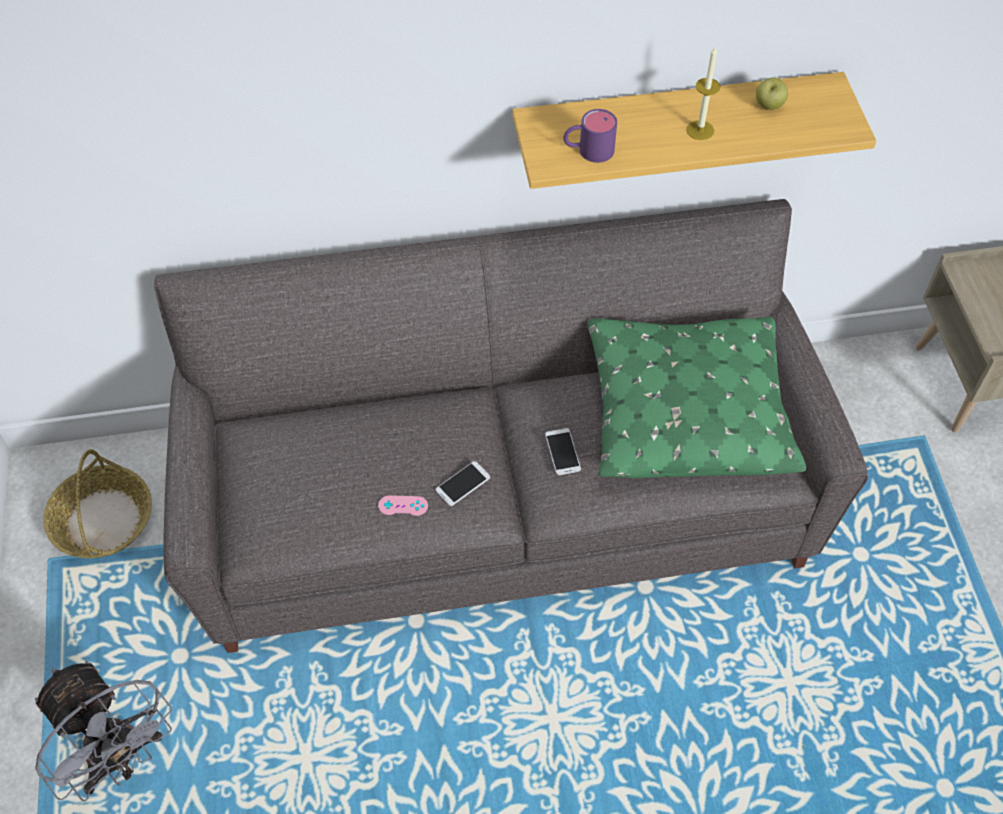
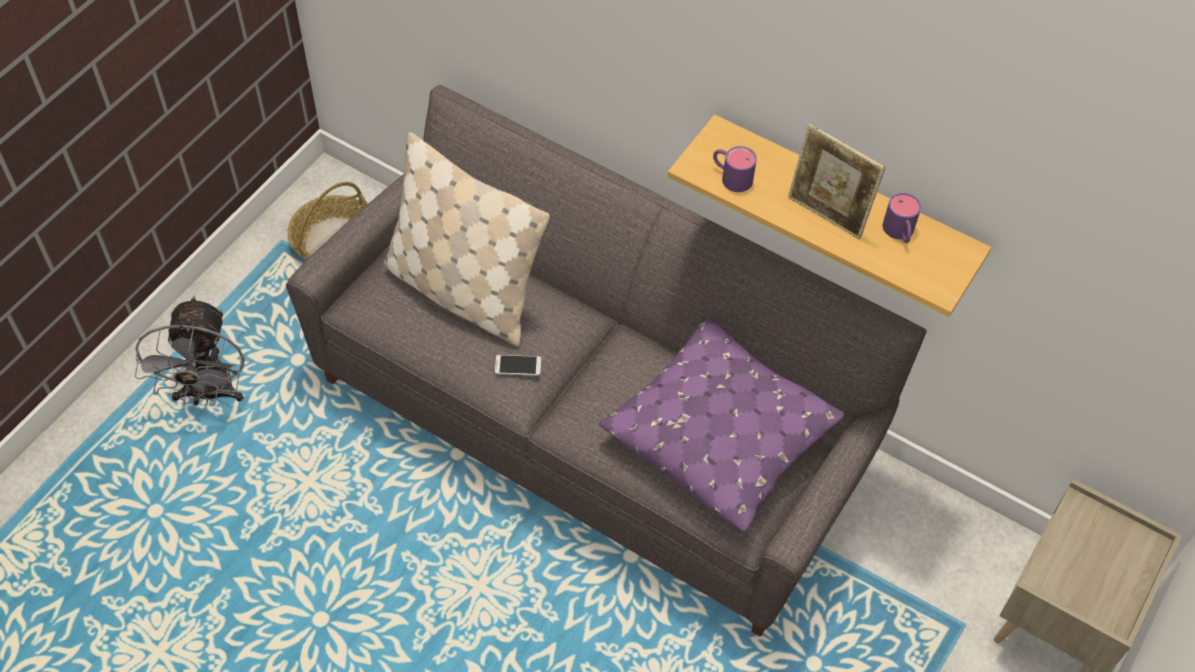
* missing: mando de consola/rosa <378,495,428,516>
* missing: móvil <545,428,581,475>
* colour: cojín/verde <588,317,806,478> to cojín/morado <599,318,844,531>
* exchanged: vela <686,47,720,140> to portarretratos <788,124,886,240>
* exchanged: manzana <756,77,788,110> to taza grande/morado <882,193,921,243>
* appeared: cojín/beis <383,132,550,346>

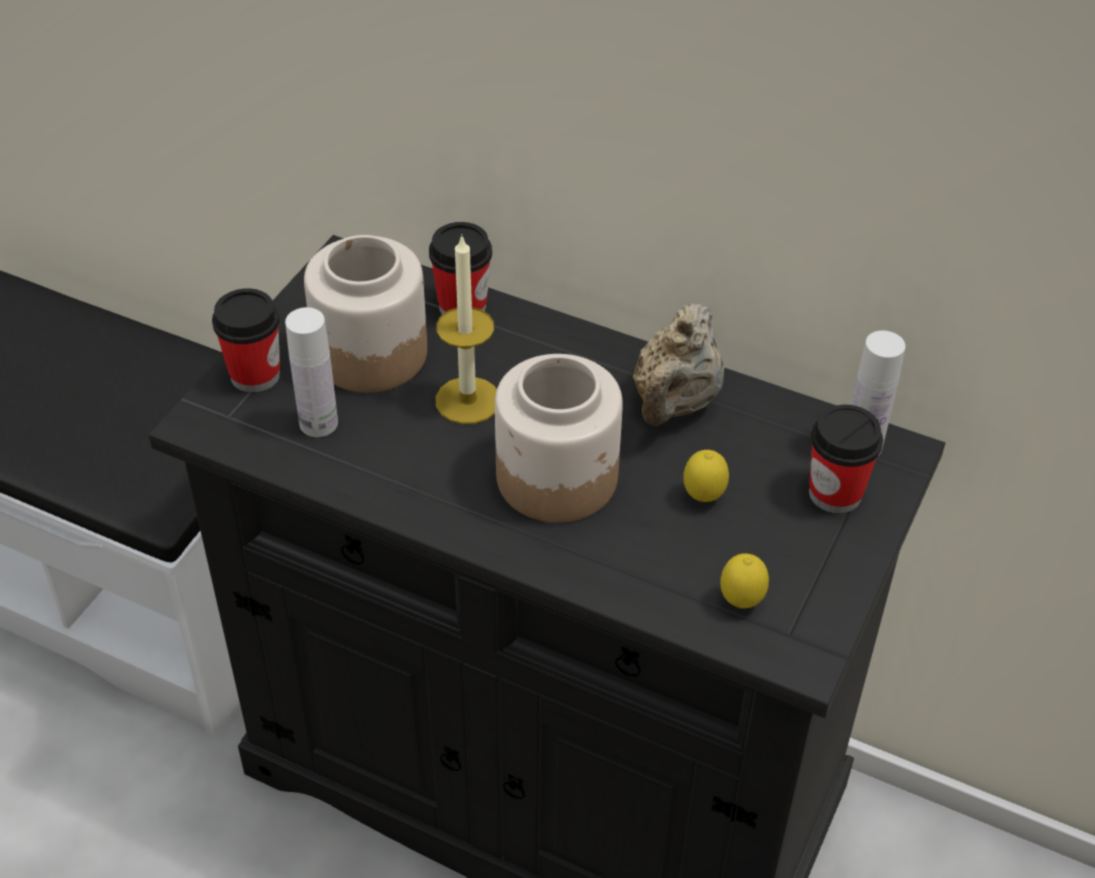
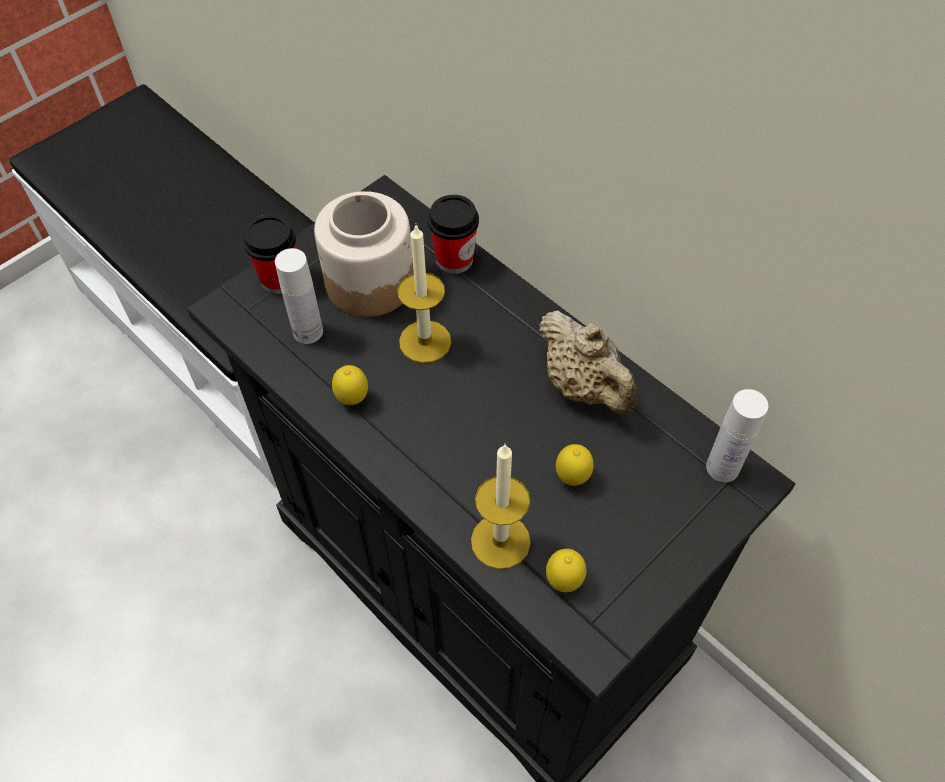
* missing: tarro <495,354,623,523>
* spun: tetera/beis <633,303,724,426> = <539,310,637,415> 75 degrees counterclockwise
* missing: taza <809,405,883,514>
* appeared: limón <332,365,368,405>
* appeared: vela <471,443,531,569>

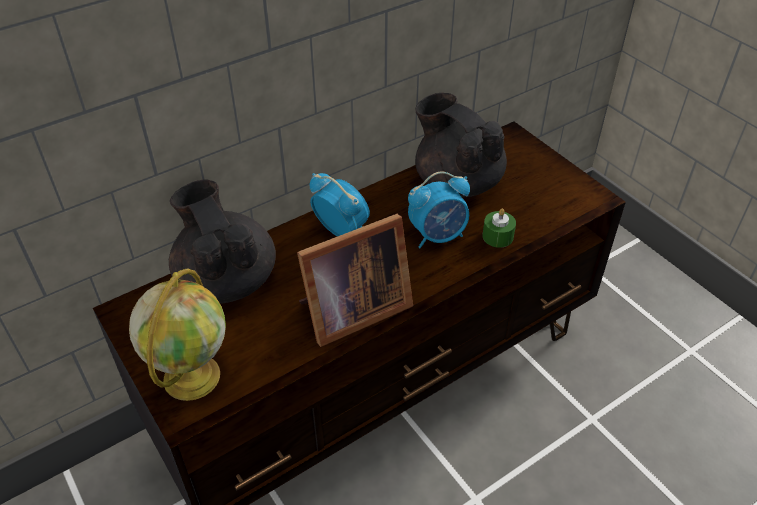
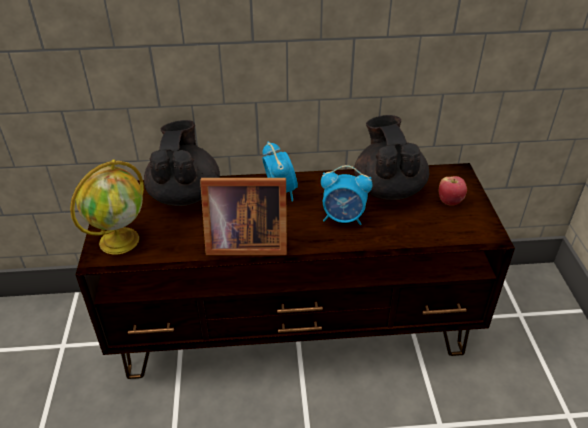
* missing: vela/verde <482,209,516,248>
* appeared: manzana <439,176,467,206>

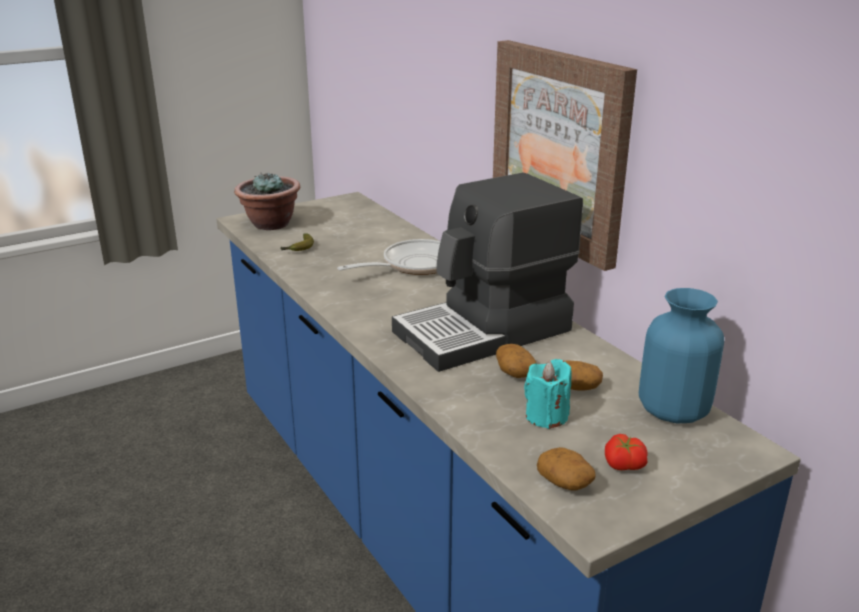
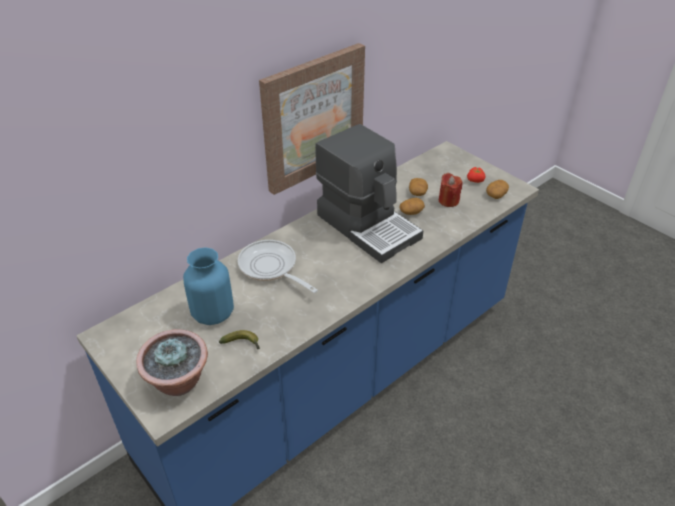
* colour: vela/turquesa <524,359,572,429> to vela/rojo <439,173,463,207>
* relocated: florero/azul <639,288,724,423> to <183,247,234,325>

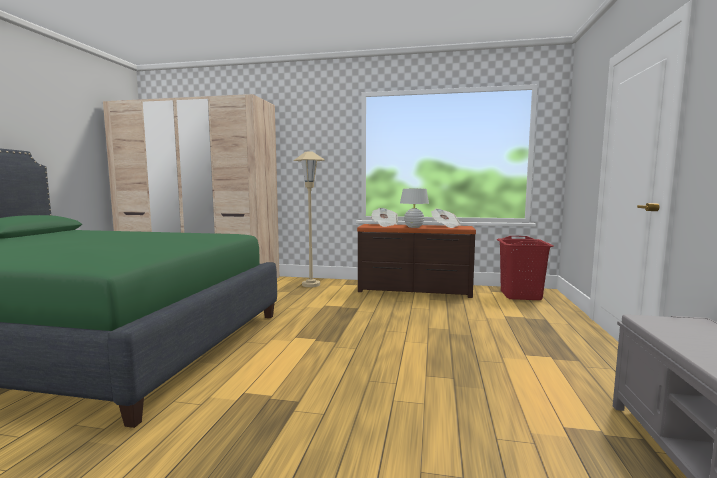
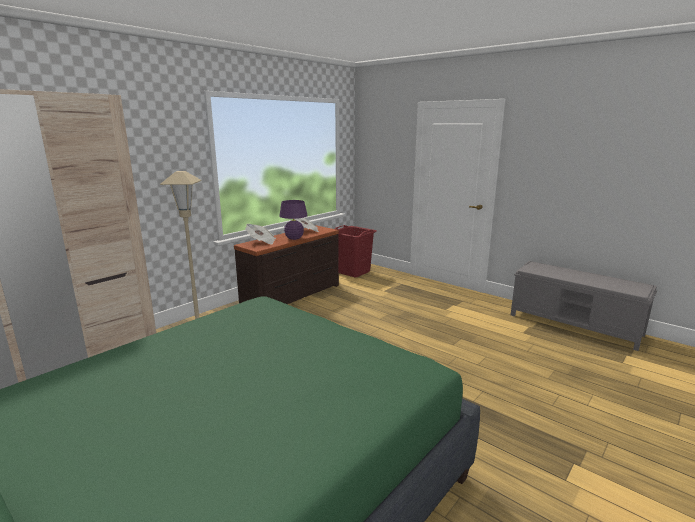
* colour: lámpara de mesa/blanco <400,189,429,228> to lámpara de mesa/morado <279,200,308,240>

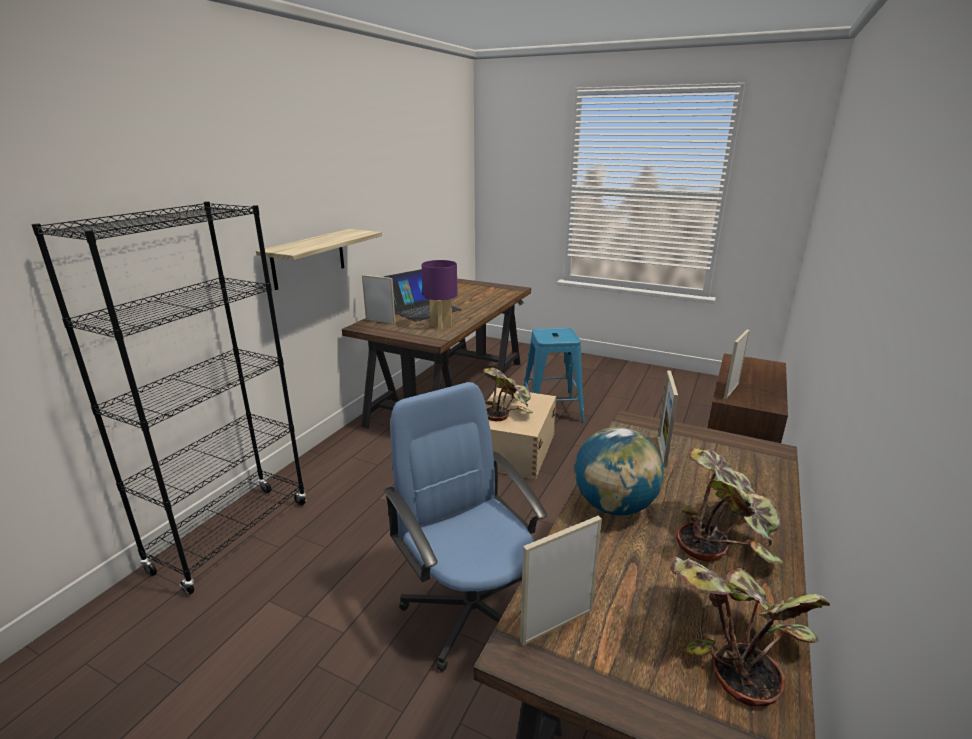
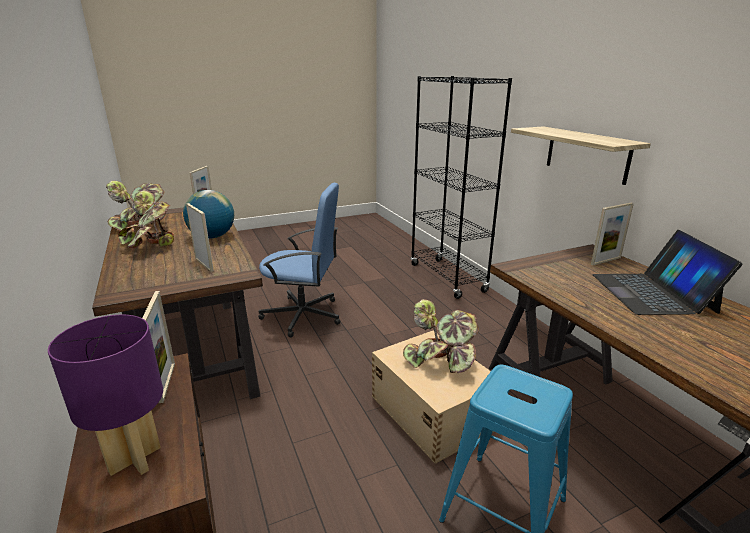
* relocated: lámpara de mesa/morado <422,260,458,330> to <48,315,163,476>

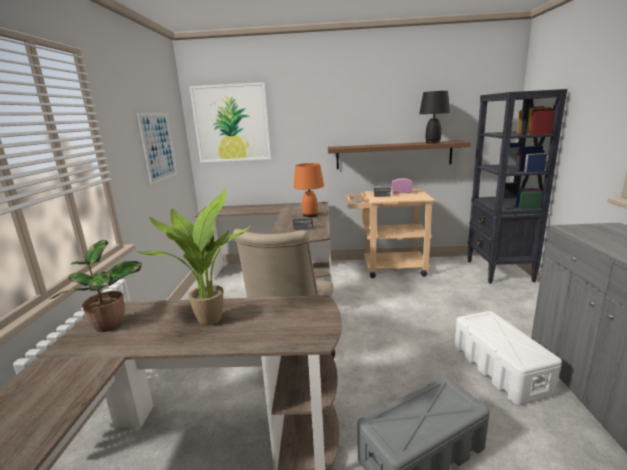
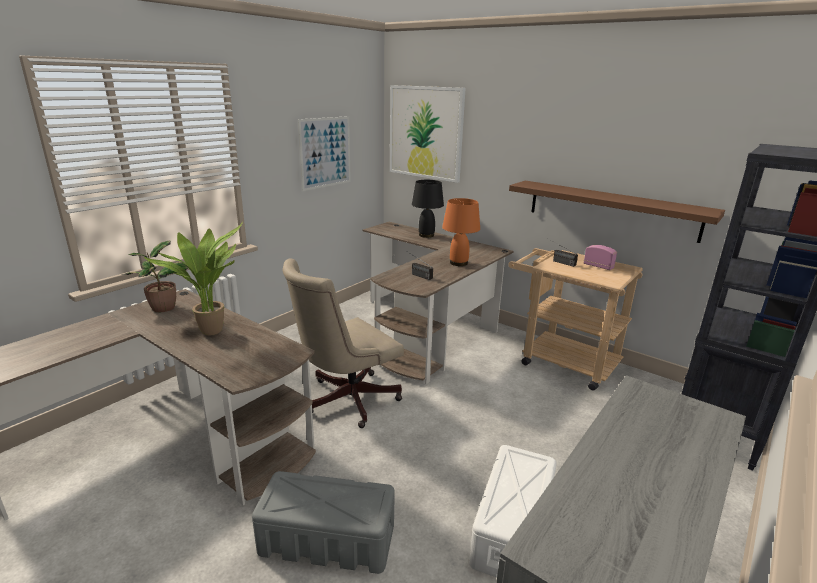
* relocated: lámpara de mesa/negro <419,91,450,144> to <412,180,444,238>

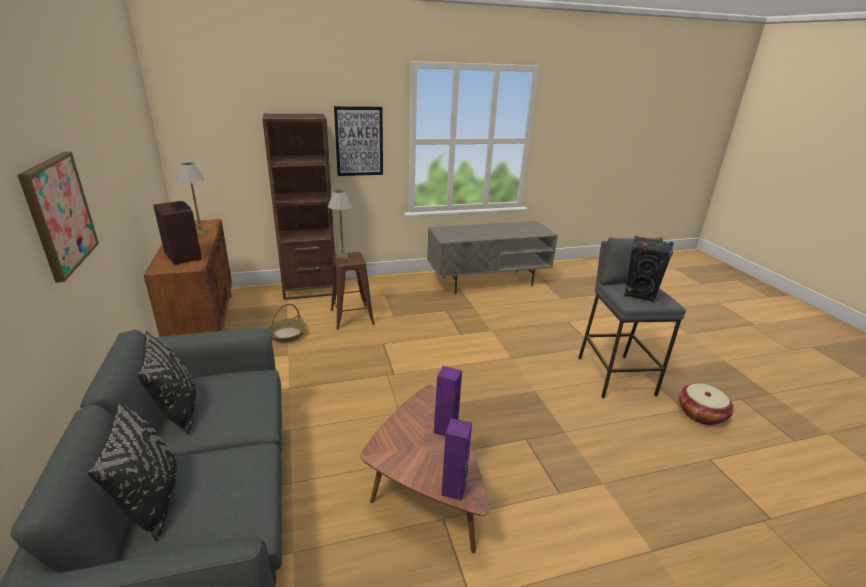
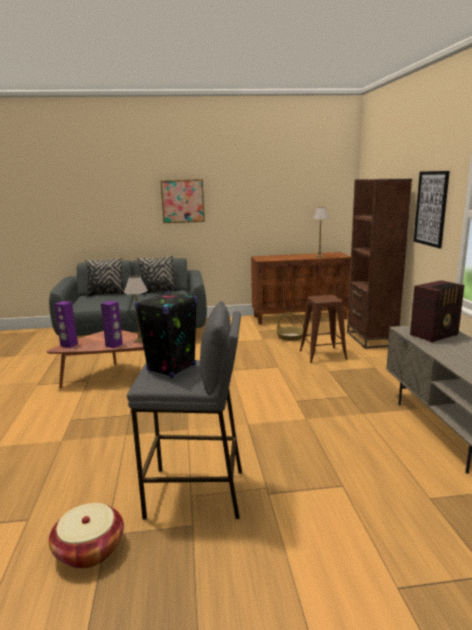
* relocated: radio <153,201,202,265> to <410,280,464,343>
* relocated: lámpara de mesa <328,190,352,259> to <124,276,148,343>

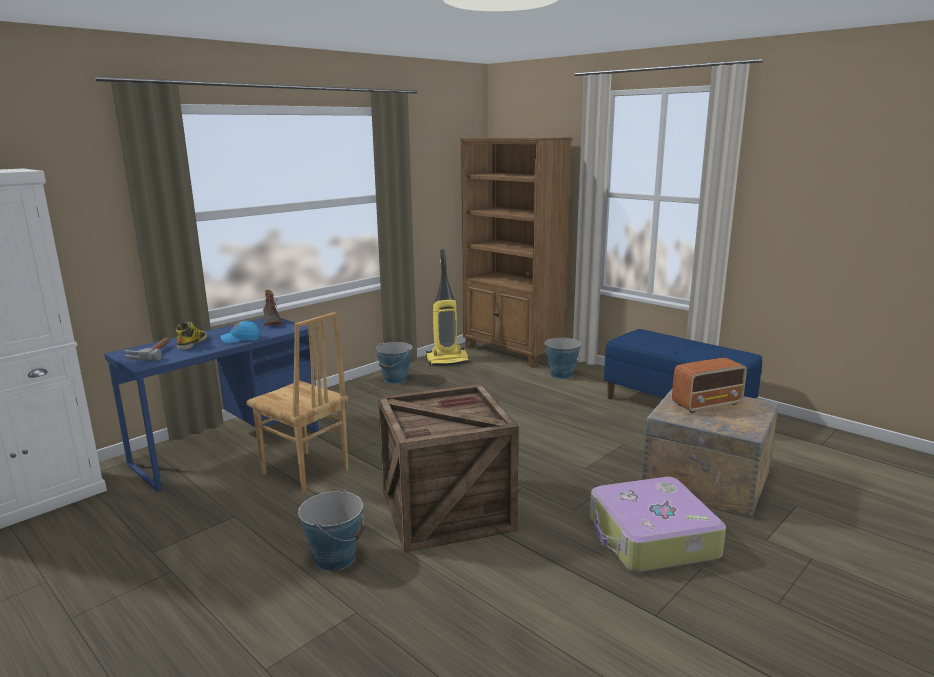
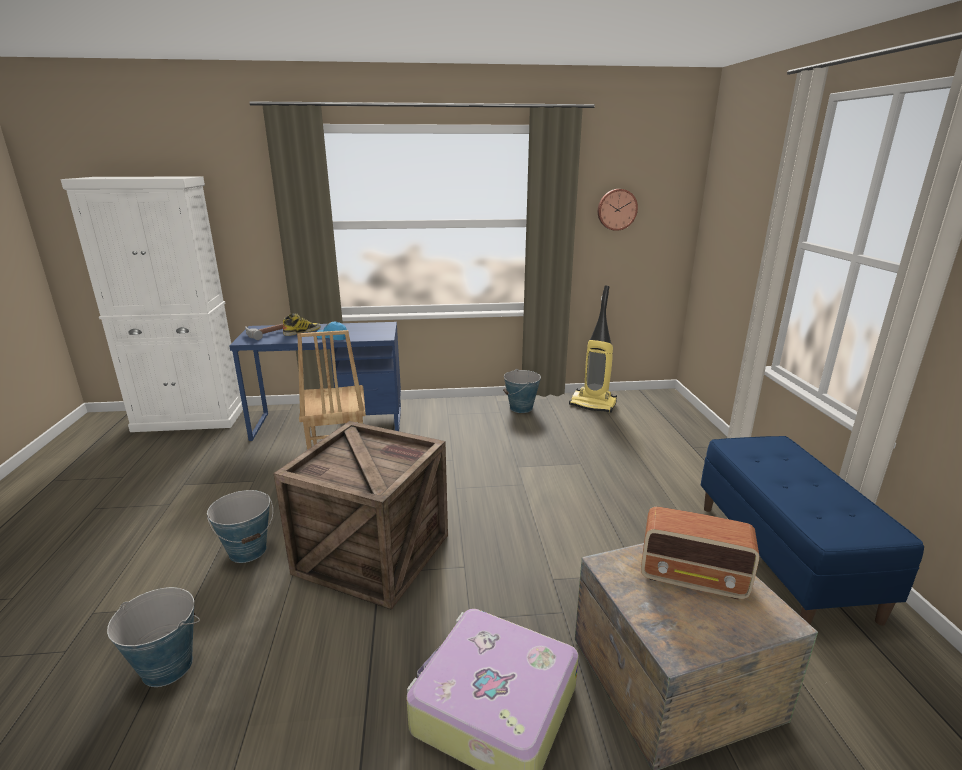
* missing: bota <263,290,283,326>
* missing: estantería/marrón <461,137,571,368>
* relocated: cubo <543,338,581,379> to <107,587,200,687>
* appeared: reloj de pared <598,189,638,231>

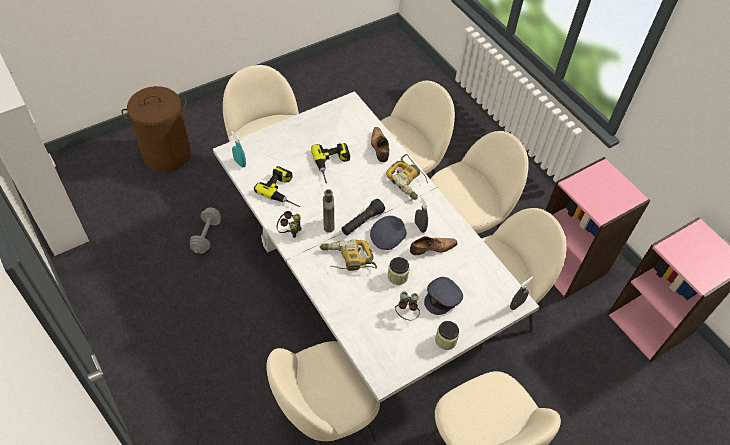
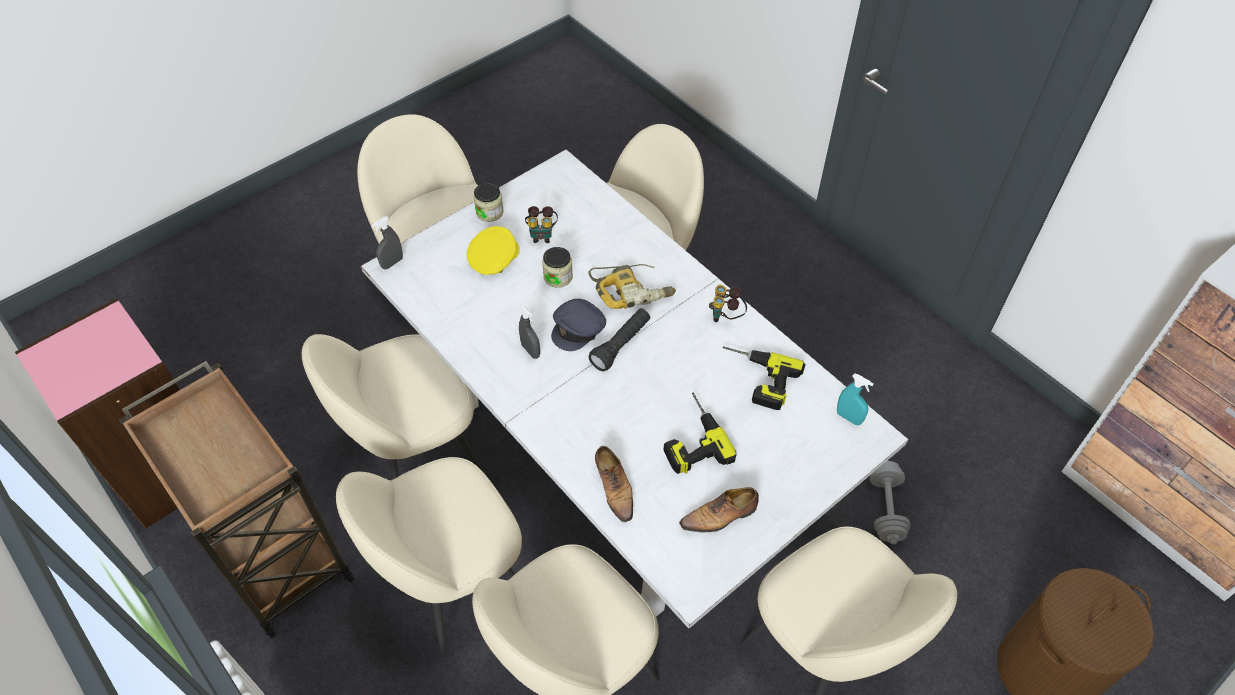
* missing: botella/marrón <323,189,334,233>
* missing: taladro <386,154,428,200>
* relocated: zapato <410,236,458,255> to <679,487,759,532>
* colour: gorra/gris <424,277,463,315> to gorra/amarillo <467,226,520,275>
* exchanged: estantería/rosa <545,157,650,298> to carrito/marrón <119,361,355,639>

